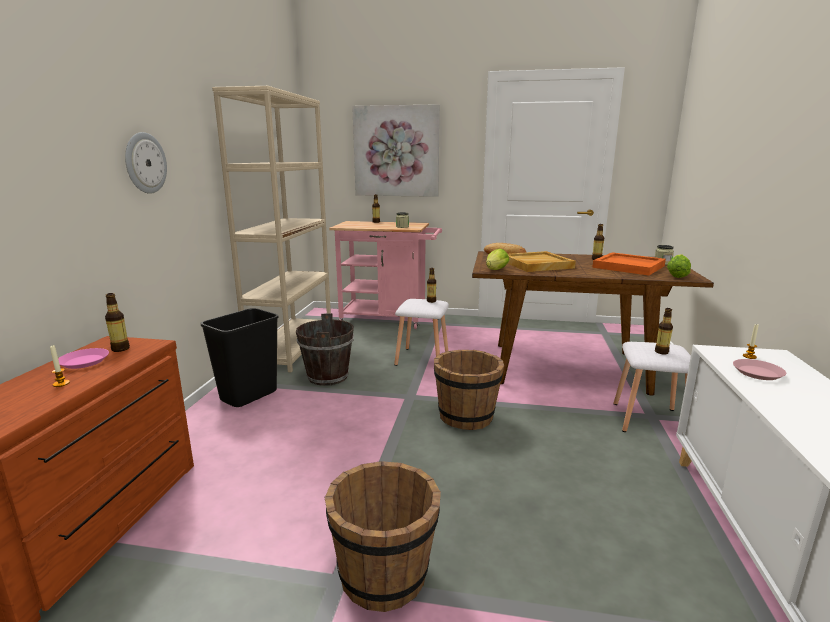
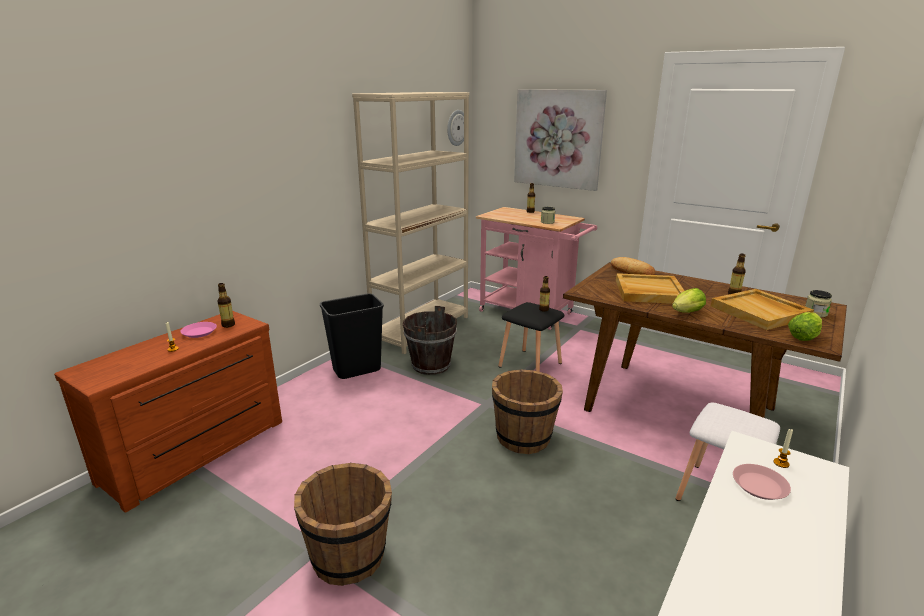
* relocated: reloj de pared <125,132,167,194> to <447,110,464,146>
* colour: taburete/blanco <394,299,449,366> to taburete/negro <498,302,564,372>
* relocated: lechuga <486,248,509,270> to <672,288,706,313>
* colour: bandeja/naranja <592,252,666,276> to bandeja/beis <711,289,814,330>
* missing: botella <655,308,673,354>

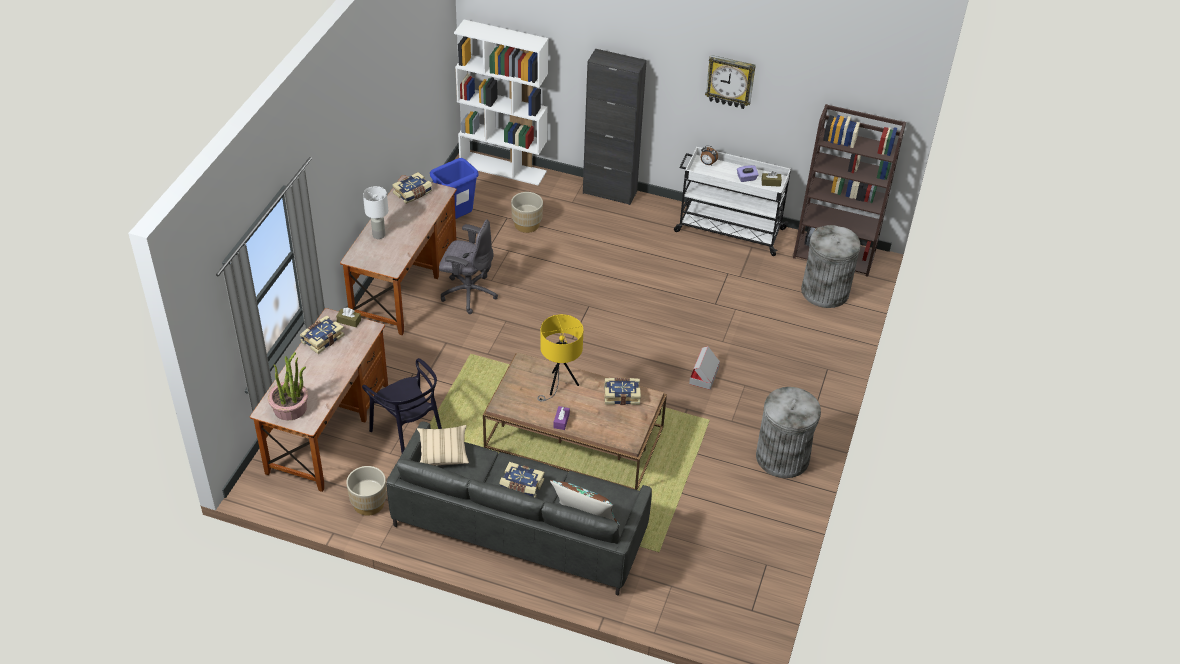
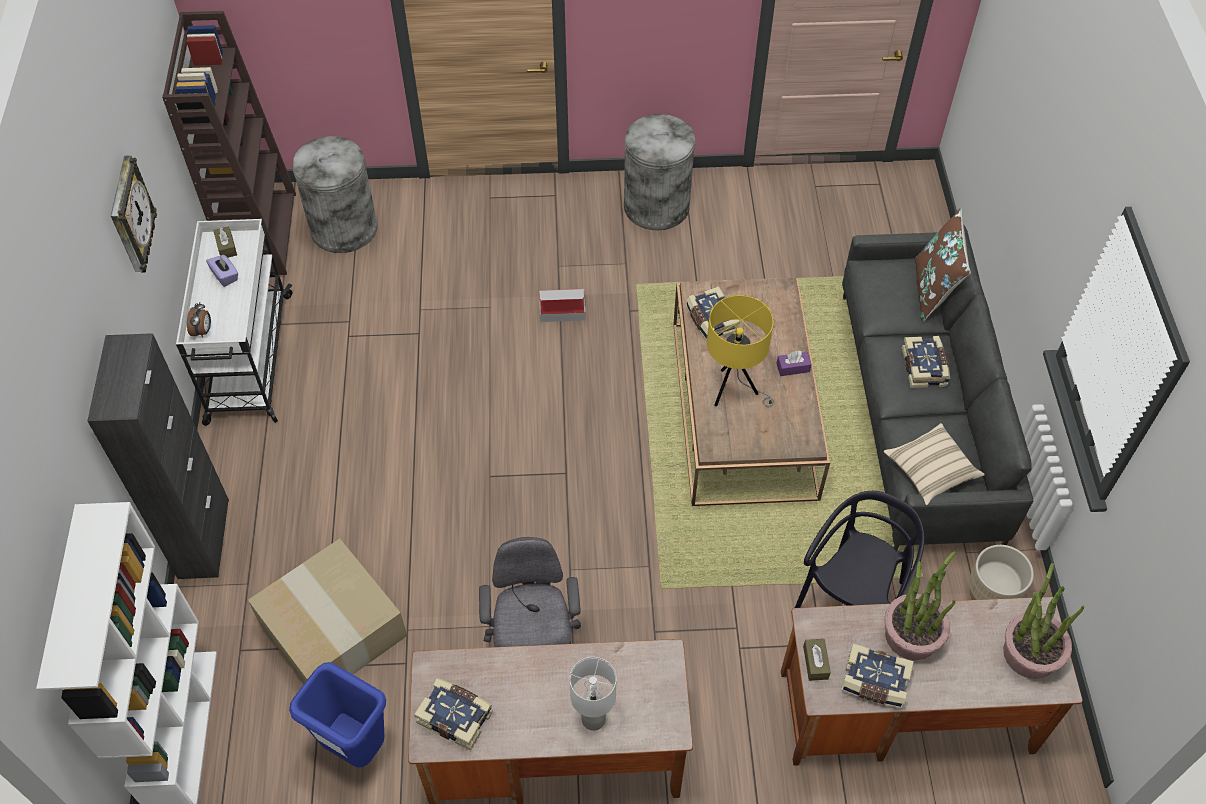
* exchanged: maceta/beis <511,192,543,233> to caja de cartón <248,539,407,683>
* appeared: planta en maceta <885,551,956,660>

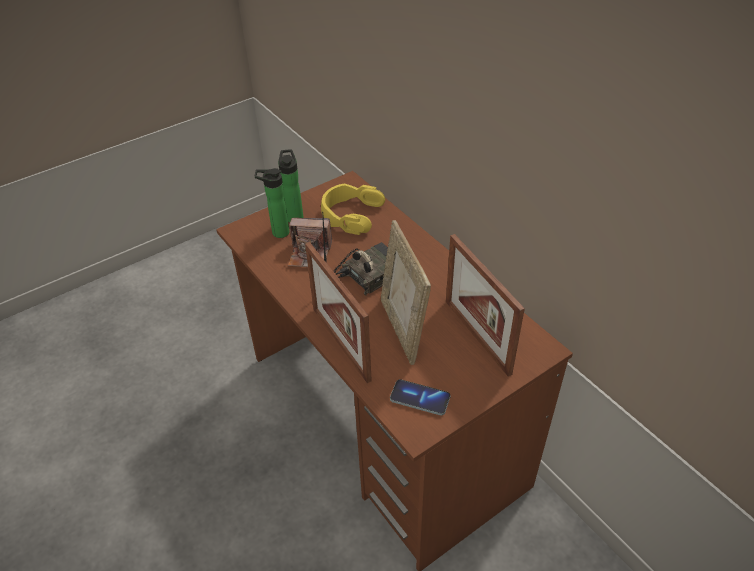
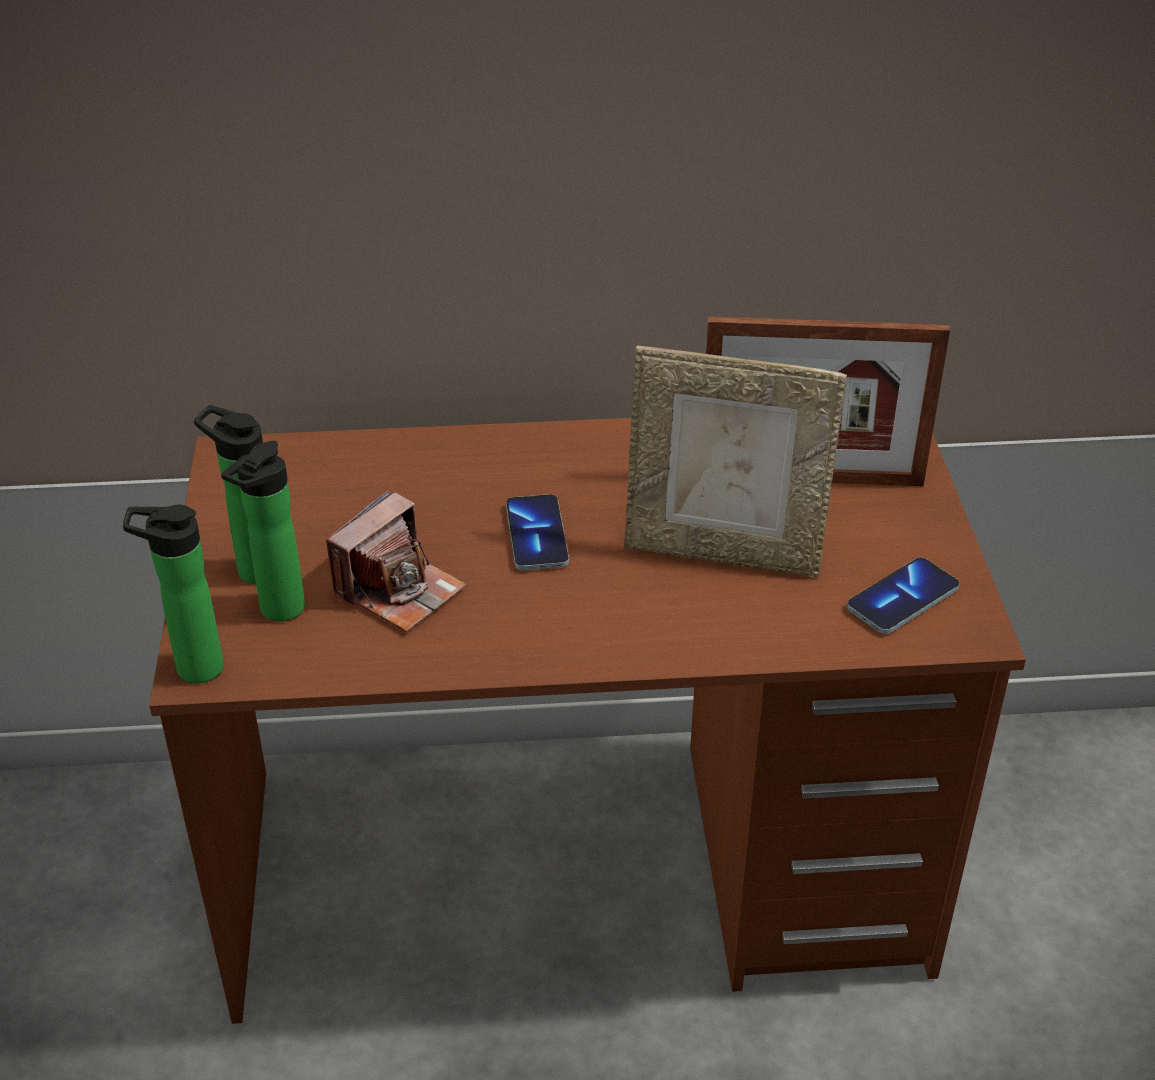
* missing: portarretratos <305,242,372,383>
* missing: auriculares/amarillo <321,184,385,235>
* exchanged: radio <322,213,388,295> to móvil <506,494,569,570>
* appeared: botella <123,504,224,684>

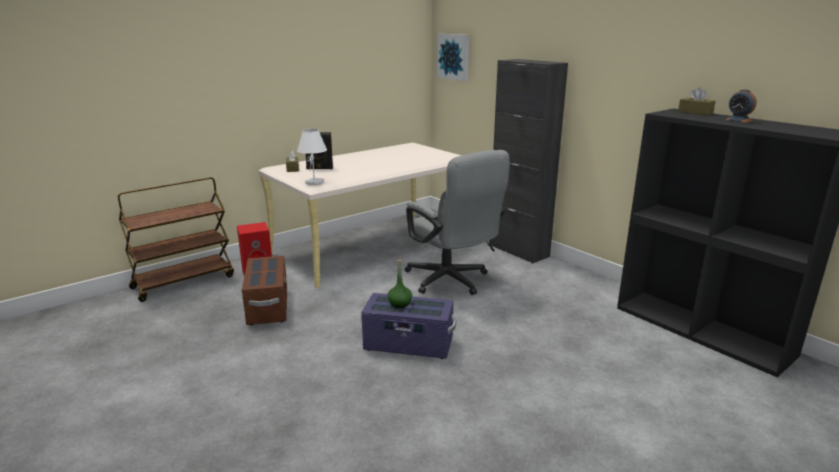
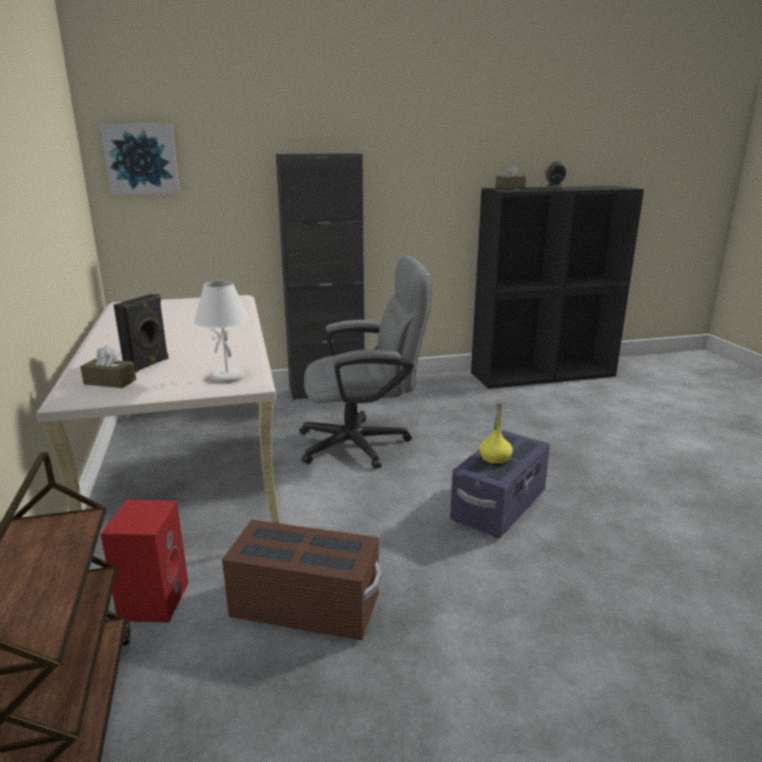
* colour: botella/verde <387,259,412,308> to botella/amarillo <479,402,513,465>

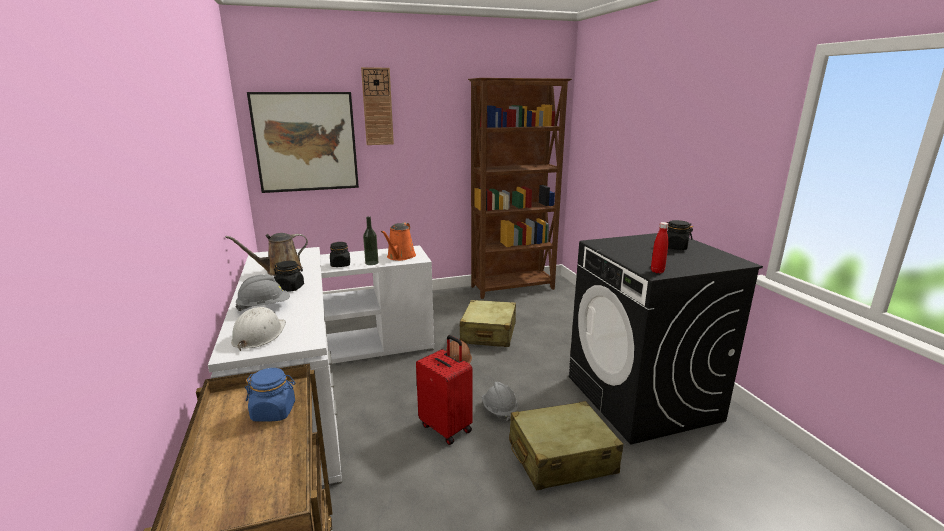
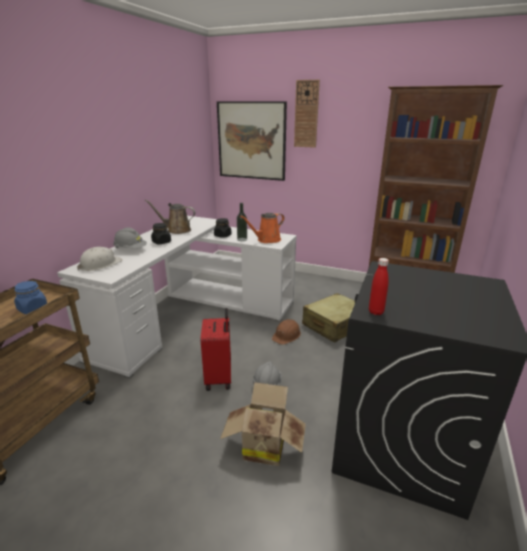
* exchanged: maleta/beis <509,401,623,490> to caja de cartón <220,382,306,466>
* missing: tarro/negro <666,220,693,250>

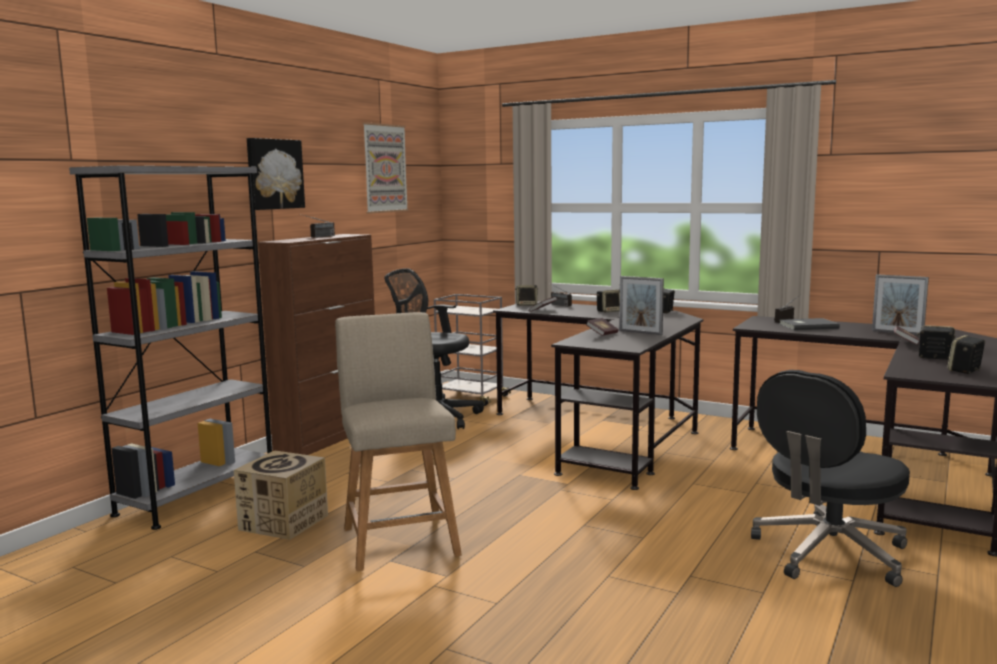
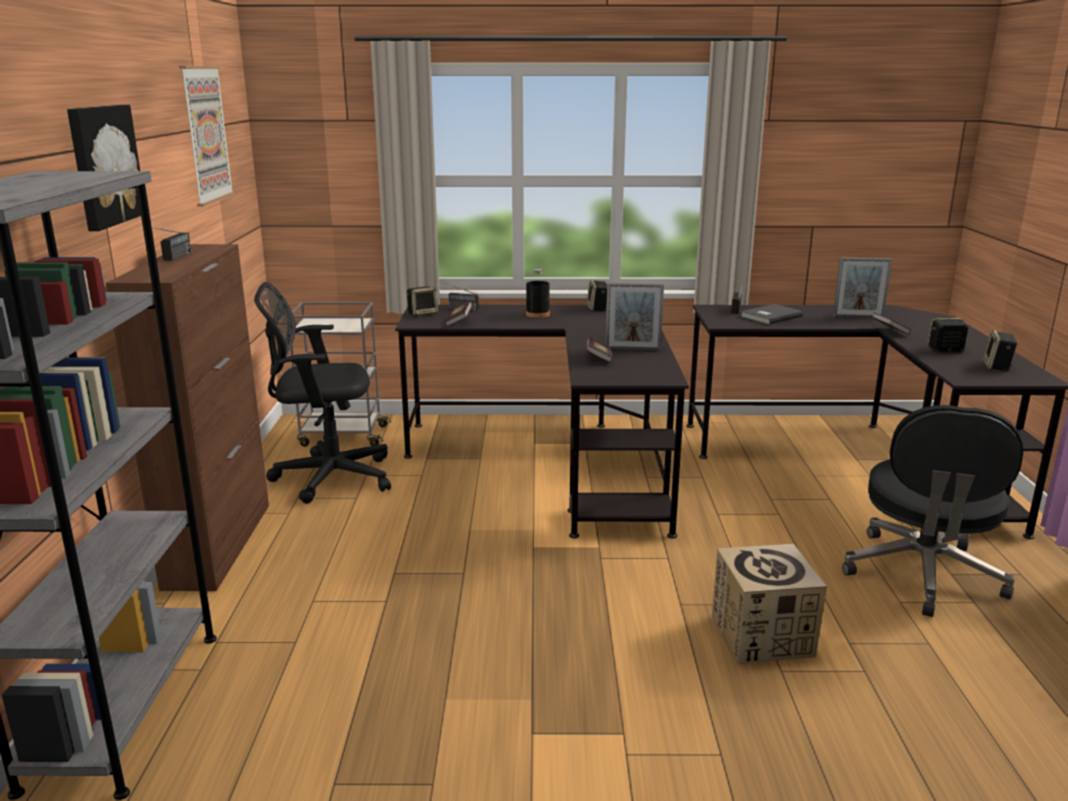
* relocated: caja de cartón <234,450,328,540> to <712,544,827,664>
* missing: silla/beis <335,312,462,571>
* exchanged: altavoz <597,290,620,312> to botella/negro <526,269,550,318>

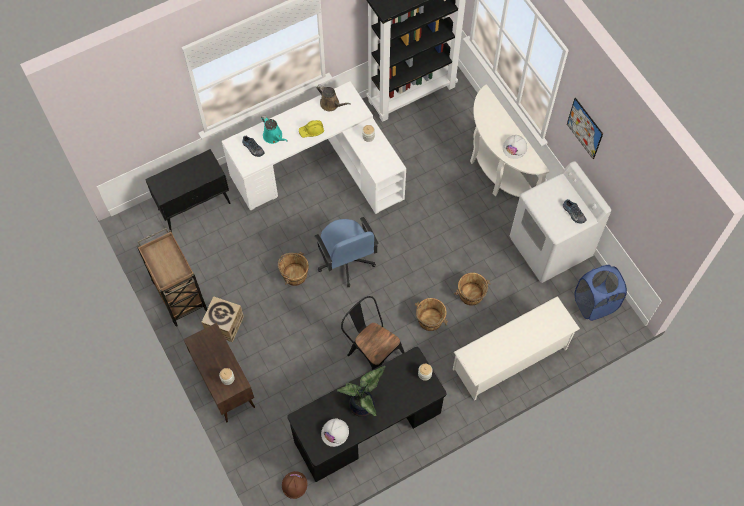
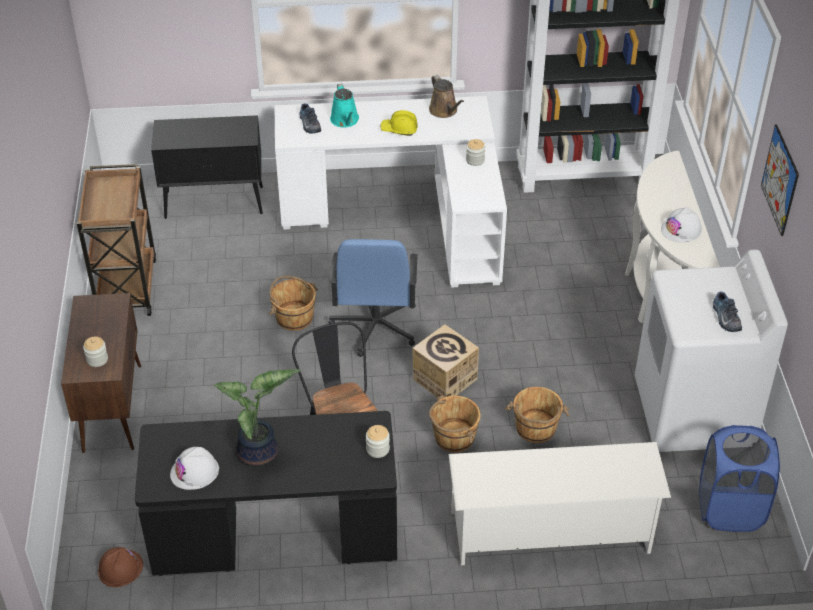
* relocated: caja de cartón <202,296,244,342> to <412,324,479,398>

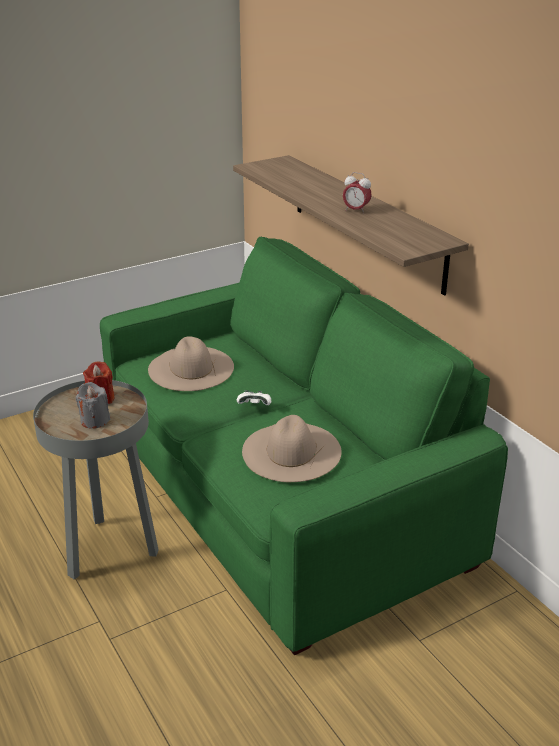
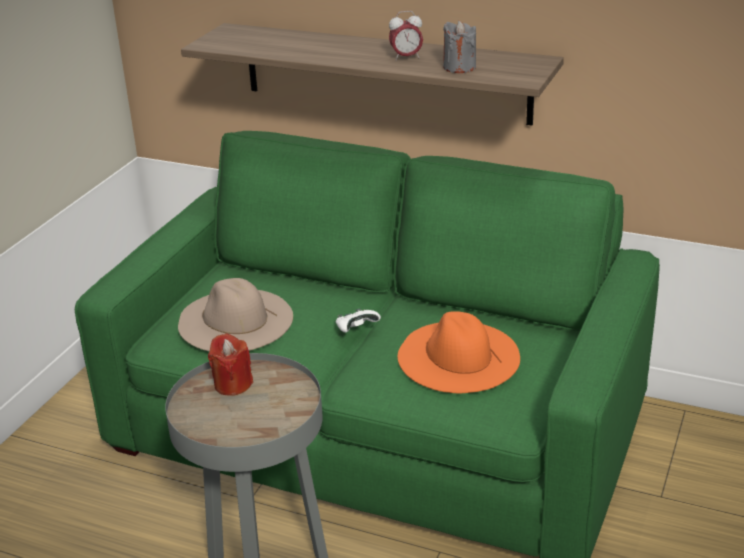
* relocated: vela/gris <76,382,110,429> to <443,21,476,73>
* colour: sombrero/beis <242,415,341,482> to sombrero/naranja <398,311,520,393>

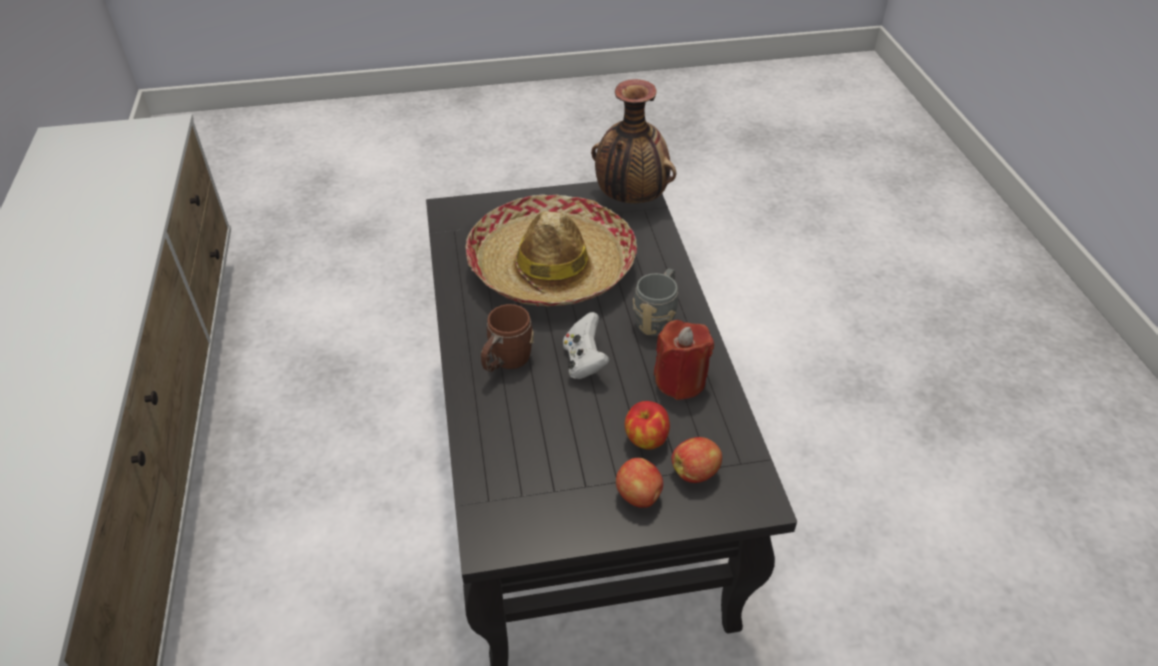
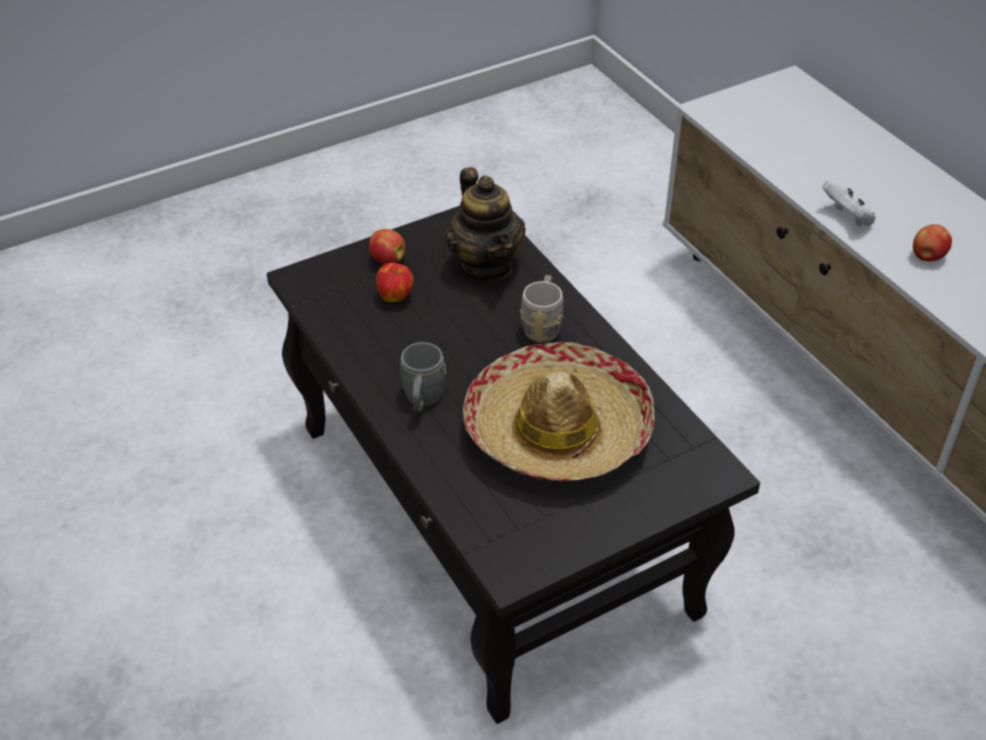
* colour: taza grande/marrón <481,304,534,372> to taza grande/gris <520,275,563,343>
* relocated: mando de consola/blanco <563,312,610,379> to <822,181,876,226>
* missing: florero <591,79,676,203>
* missing: vela/rojo <654,320,714,400>
* relocated: manzana <671,437,722,483> to <913,224,952,261>
* appeared: tetera <446,167,526,282>

